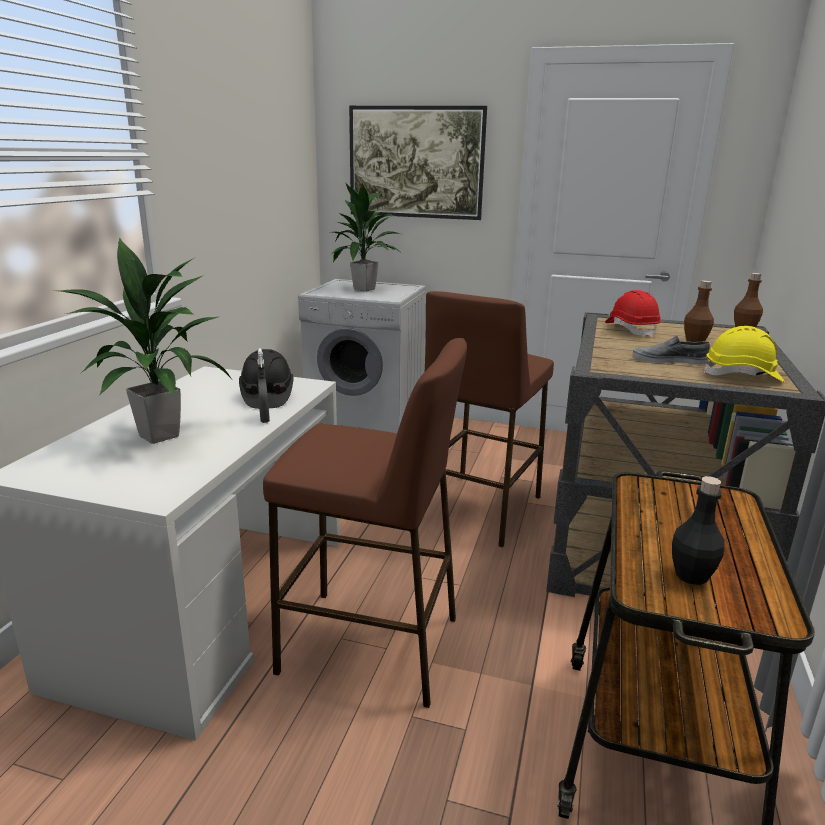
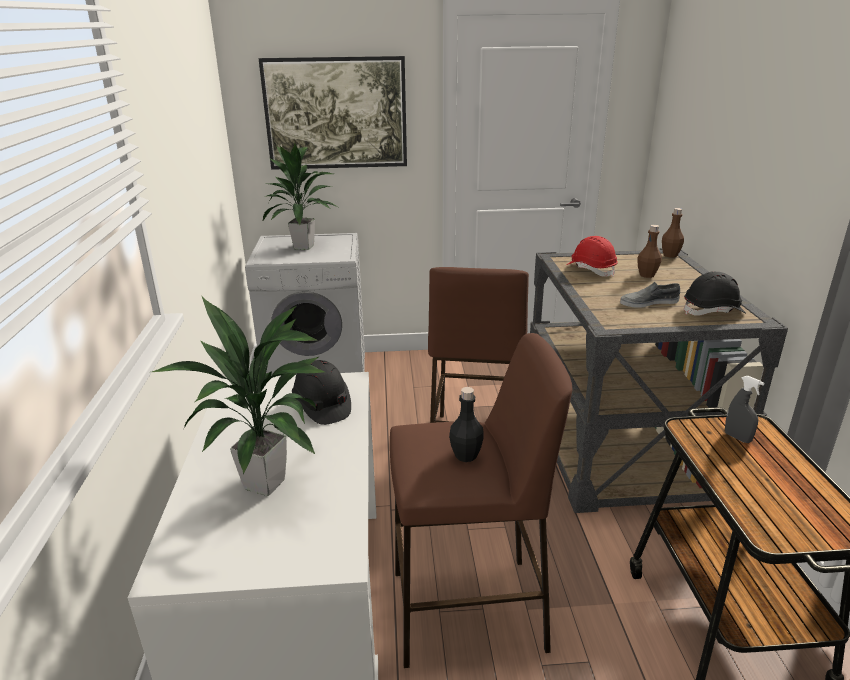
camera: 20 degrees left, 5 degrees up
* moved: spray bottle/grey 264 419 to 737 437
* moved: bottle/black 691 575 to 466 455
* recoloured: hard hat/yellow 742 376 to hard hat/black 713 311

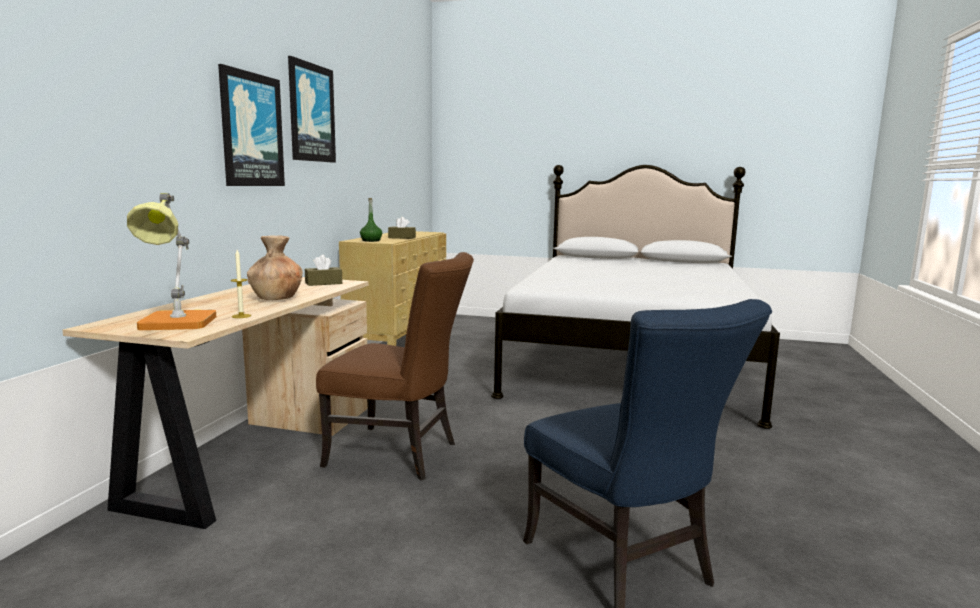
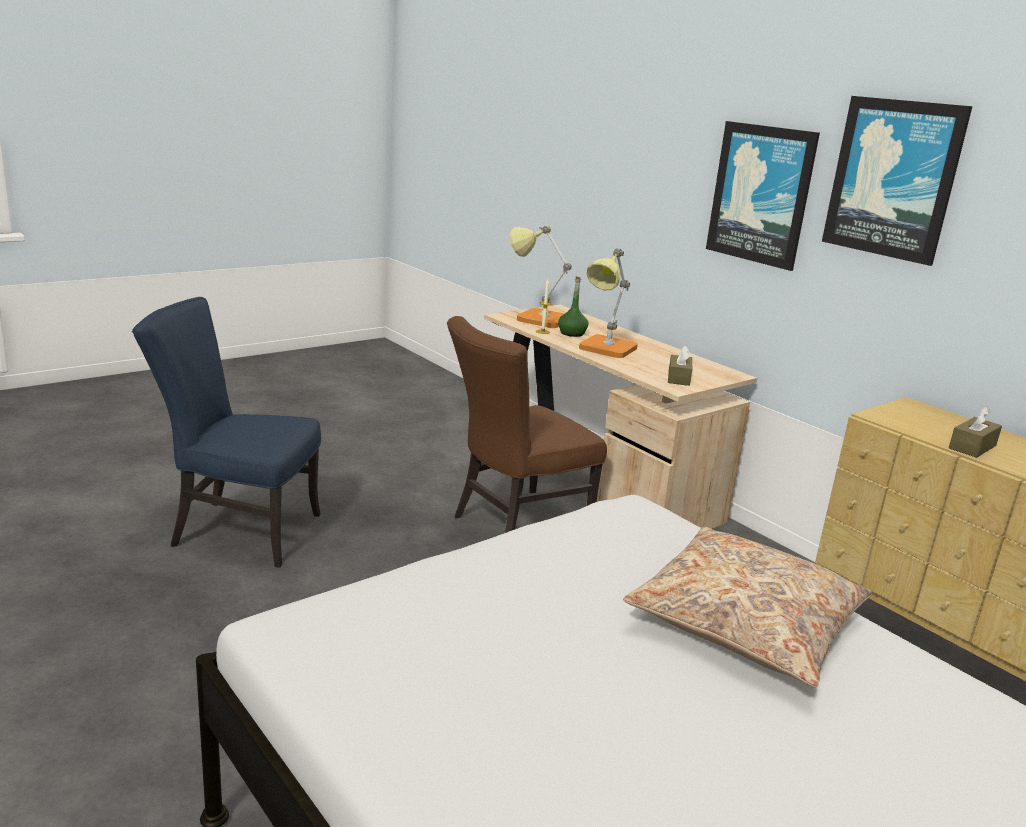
camera: 125 degrees right, 10 degrees up
* replaced: vase/brown 276 298 to table lamp 605 350
* moved: bottle/green 371 240 to 572 333
* added: pillow/beige 746 622

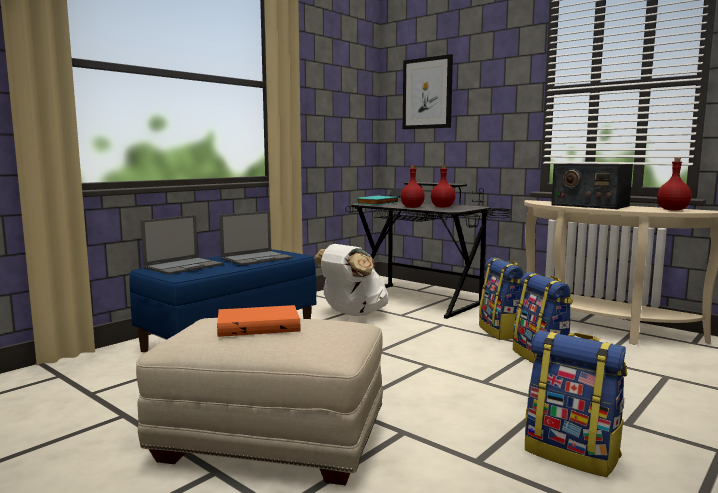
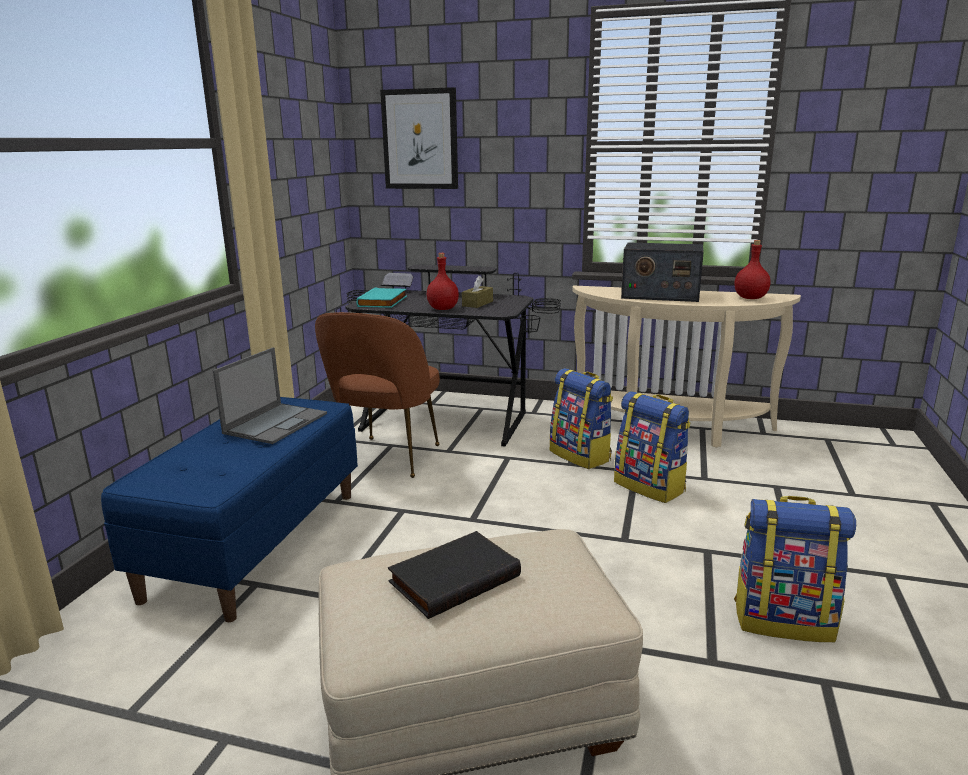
camera: 25 degrees left, 10 degrees up
* removed: laptop 184 266
* recoloured: book/orange 259 325 to book/black 453 577
* replaced: backpack/white 352 314 to chair/brown 386 461
* replaced: bottle/red 442 207 to tissue box/brown 477 303

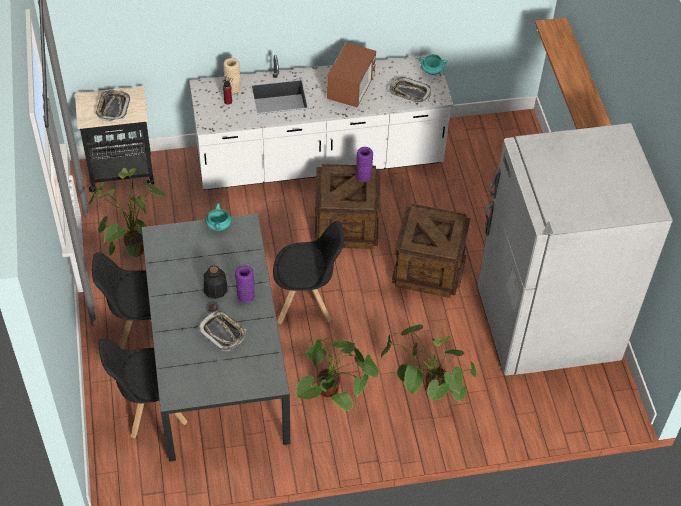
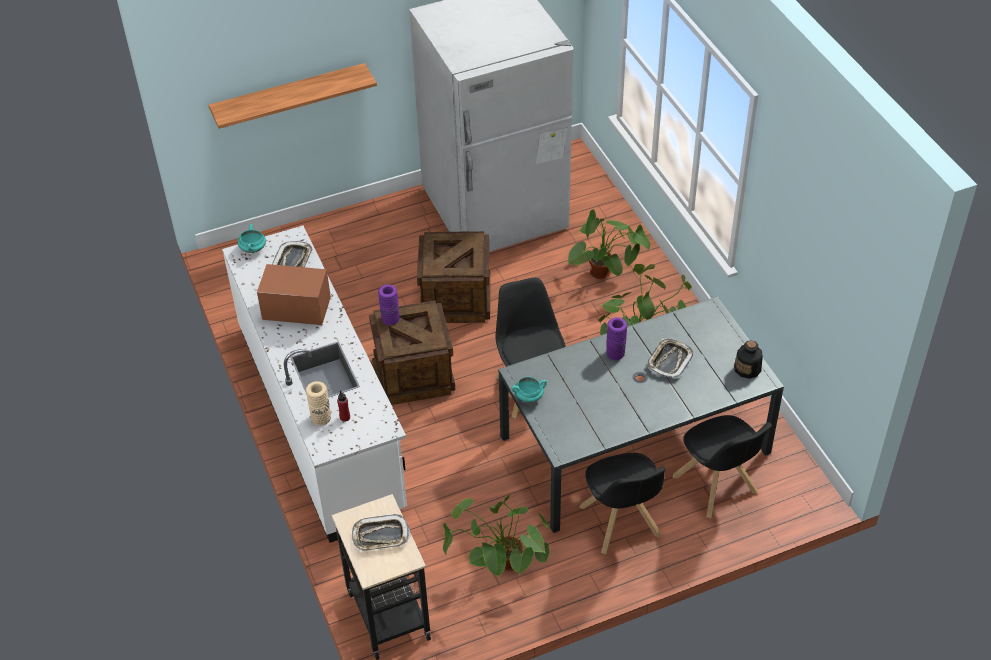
camera: 100 degrees left, 5 degrees down
* moved: bottle 215 289 to 747 369

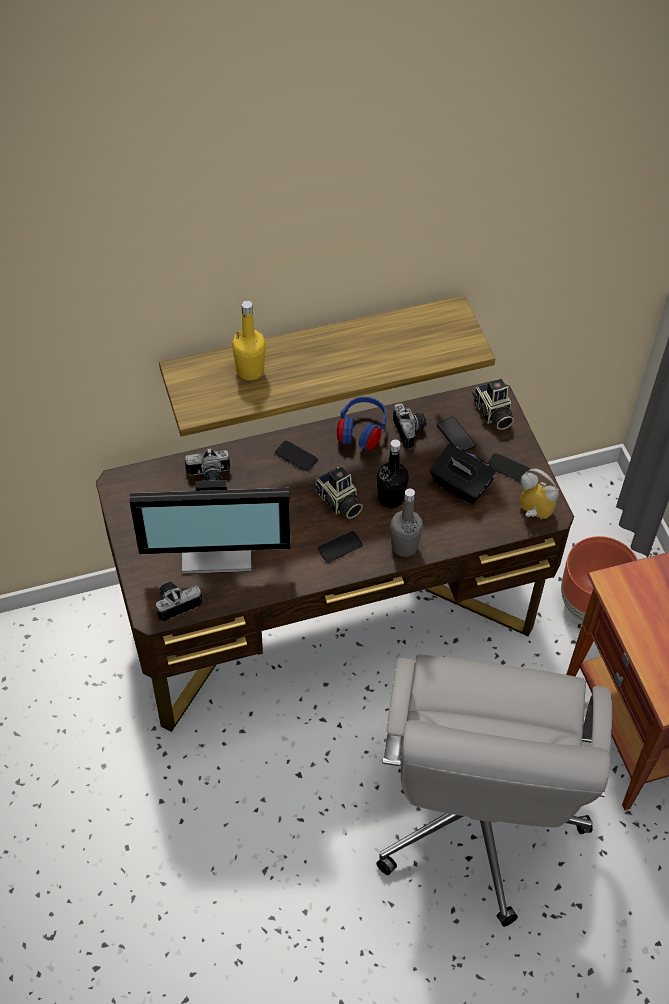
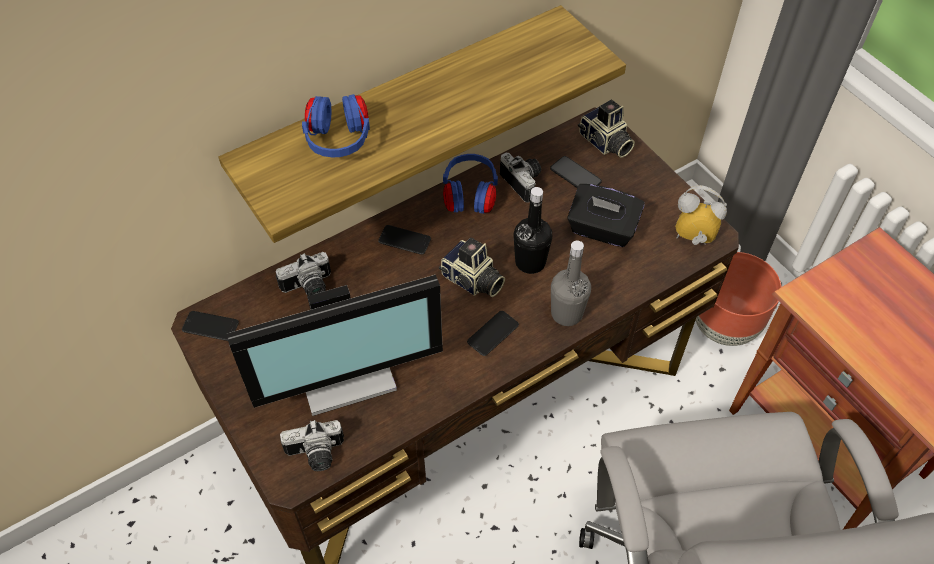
camera: 15 degrees left, 0 degrees up
* turned: photo camera 176 602 = 316 455 150 degrees counterclockwise
* replaced: bottle/yellow 250 370 to headphones/blue 339 141
* moved: phone 508 468 to 210 326

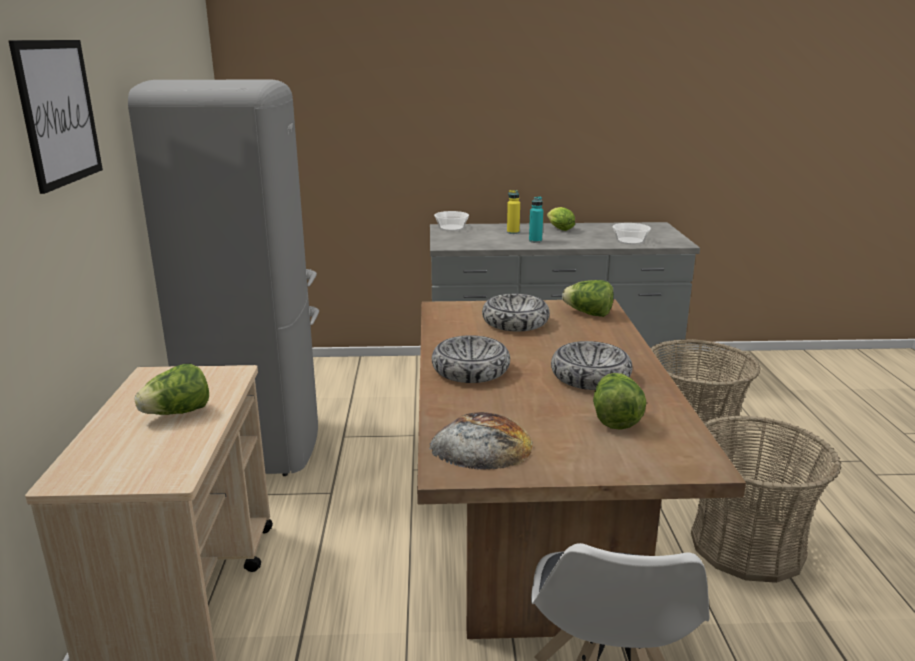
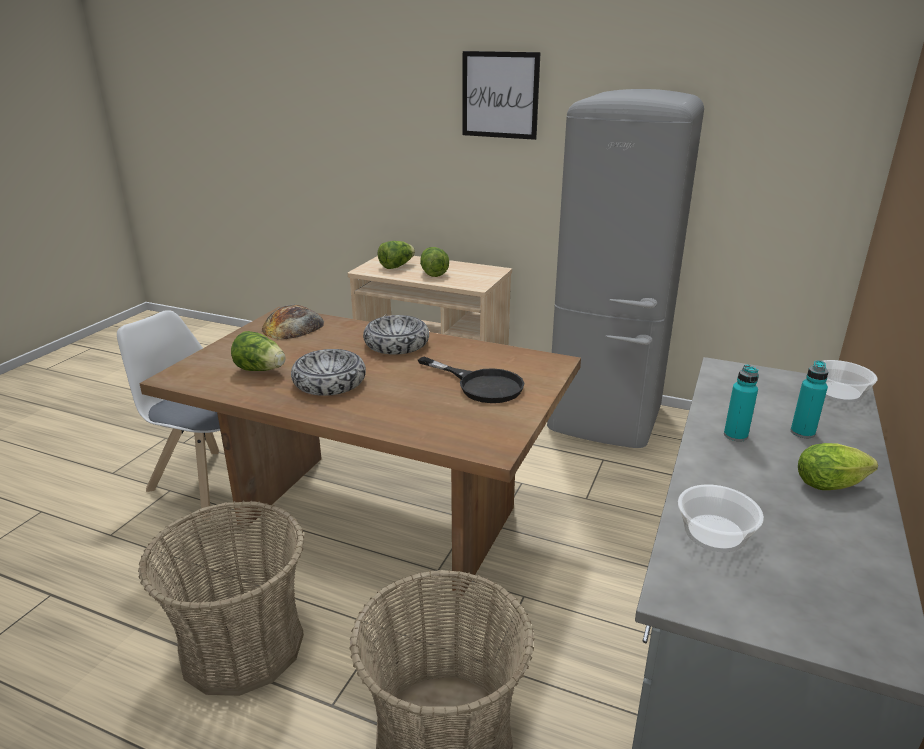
camera: 115 degrees right, 5 degrees up
* replaced: bowl 515 322 to frying pan/black 481 385
* recoloured: bottle/yellow 513 232 to bottle/turquoise 802 432
* moved: lettuce 588 314 to 396 266

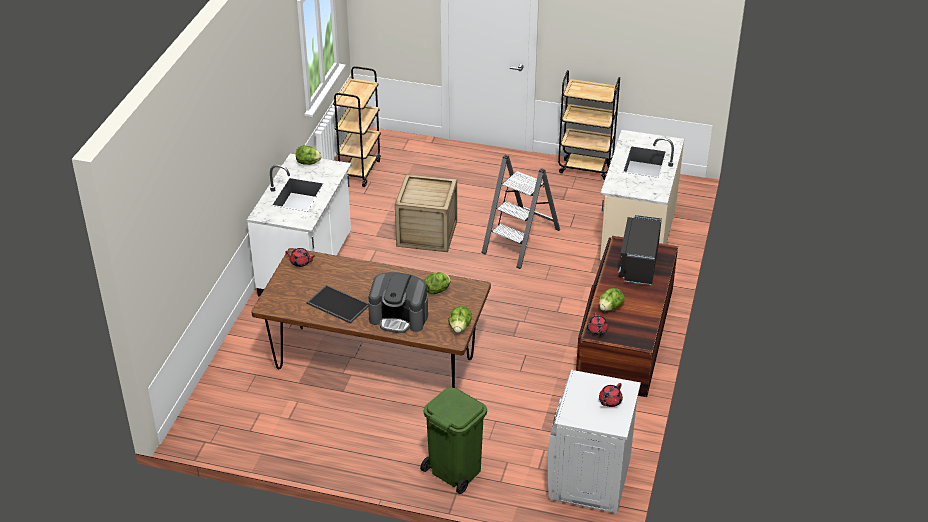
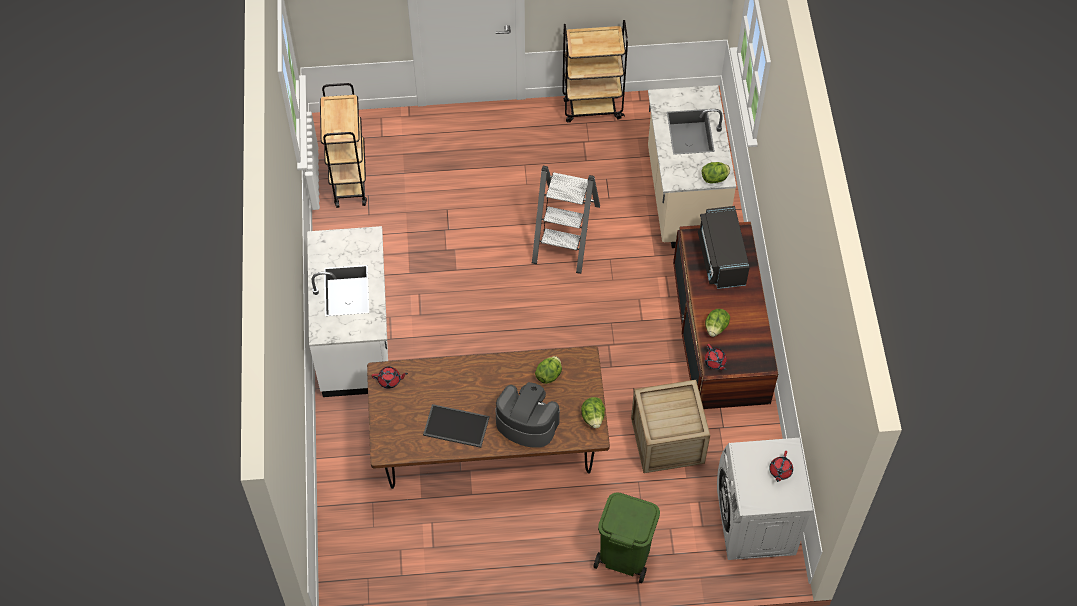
camera: 20 degrees left, 20 degrees up
* moved: lettuce 308 163 to 715 178
* turned: coffee machine 399 317 = 526 423 150 degrees counterclockwise
* moved: crate 427 233 to 667 440

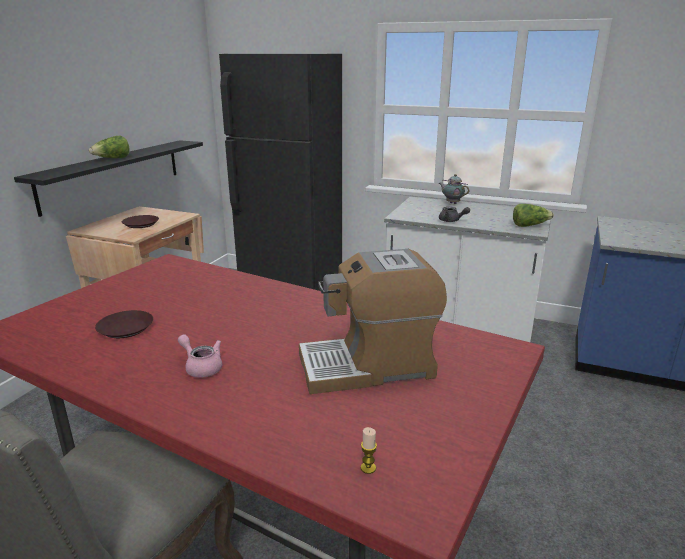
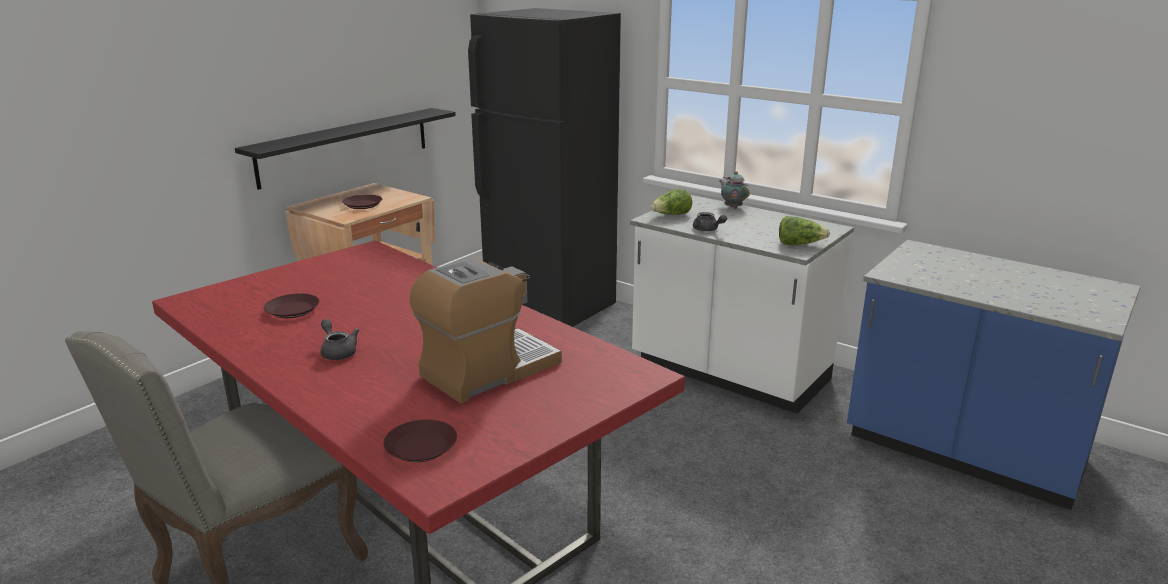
camera: 15 degrees right, 0 degrees up
* moved: lettuce 112 159 to 671 215
* recoloured: teapot/pink 201 367 to teapot/grey 338 352
* turned: coffee machine 368 366 = 488 370 135 degrees clockwise
* replaced: candle 368 468 to plate/brown 420 447

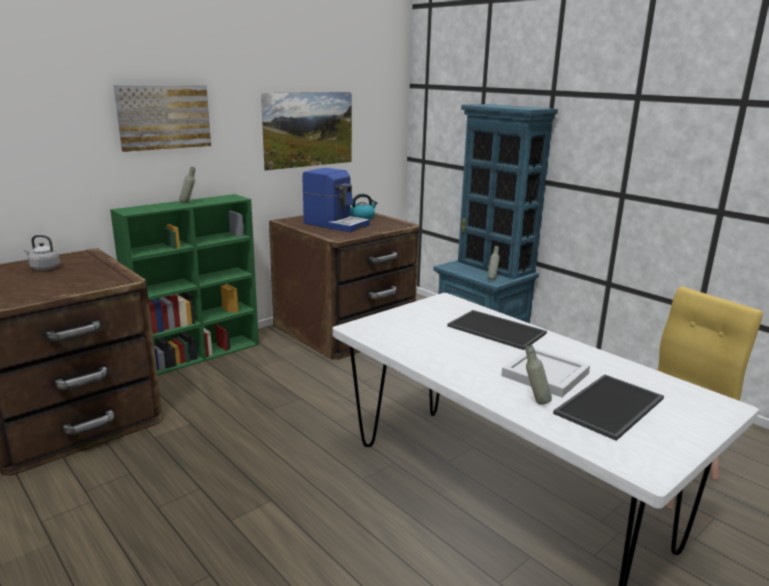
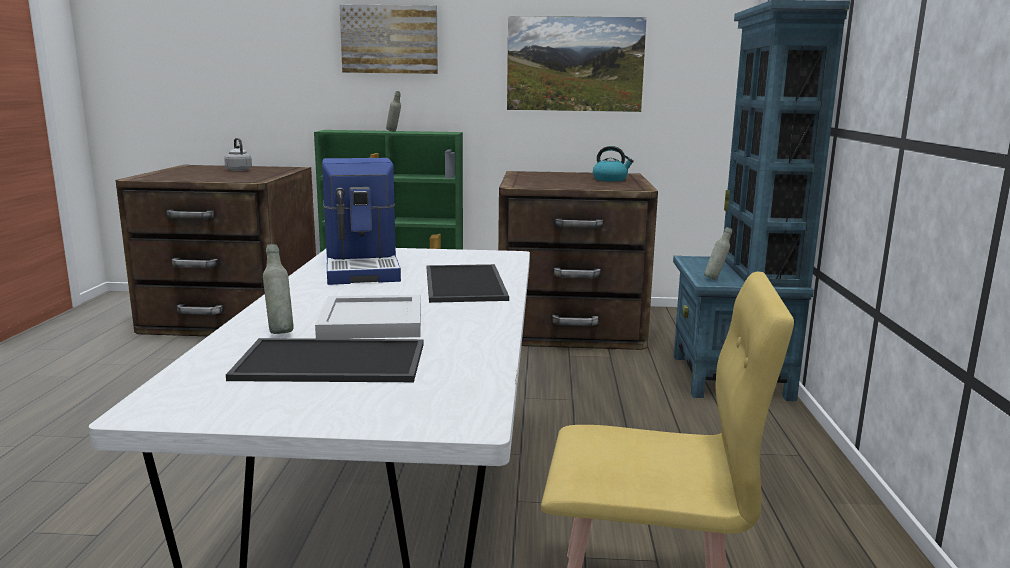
camera: 45 degrees right, 5 degrees down
* moved: coffee machine 336 224 to 363 268

